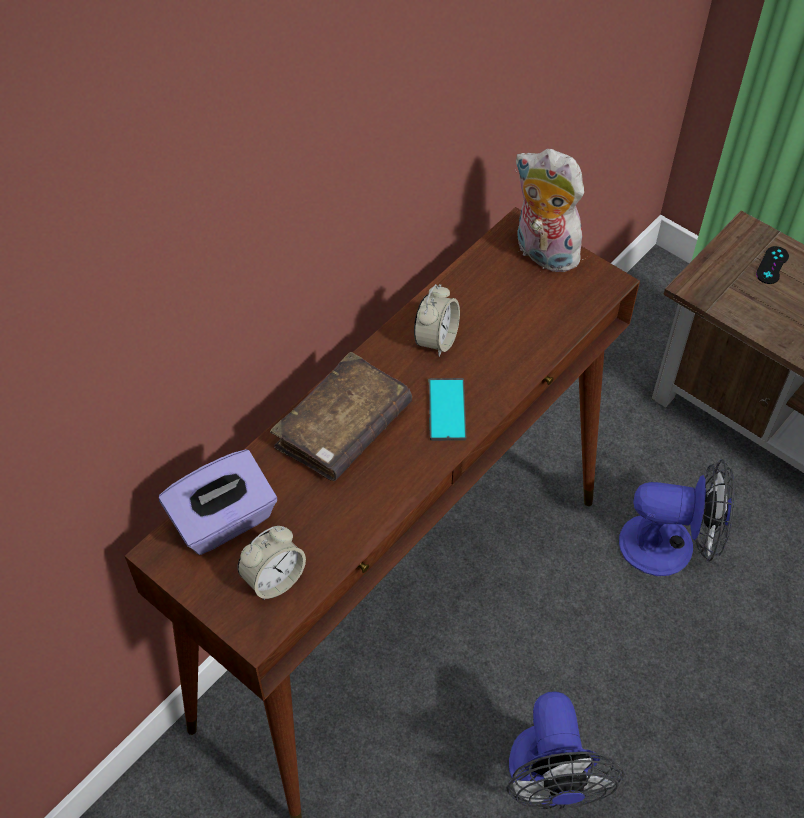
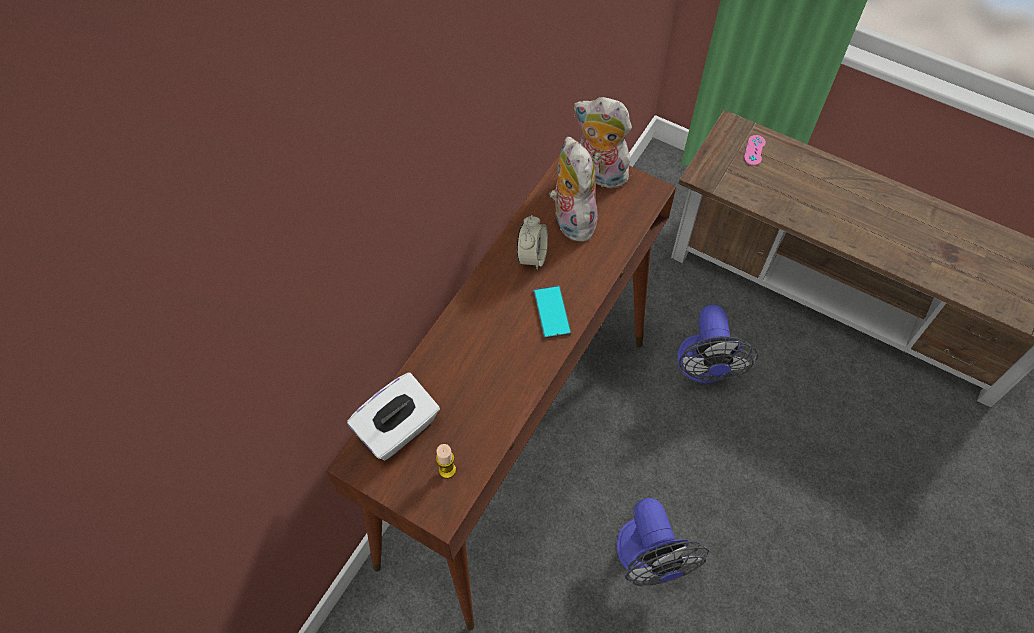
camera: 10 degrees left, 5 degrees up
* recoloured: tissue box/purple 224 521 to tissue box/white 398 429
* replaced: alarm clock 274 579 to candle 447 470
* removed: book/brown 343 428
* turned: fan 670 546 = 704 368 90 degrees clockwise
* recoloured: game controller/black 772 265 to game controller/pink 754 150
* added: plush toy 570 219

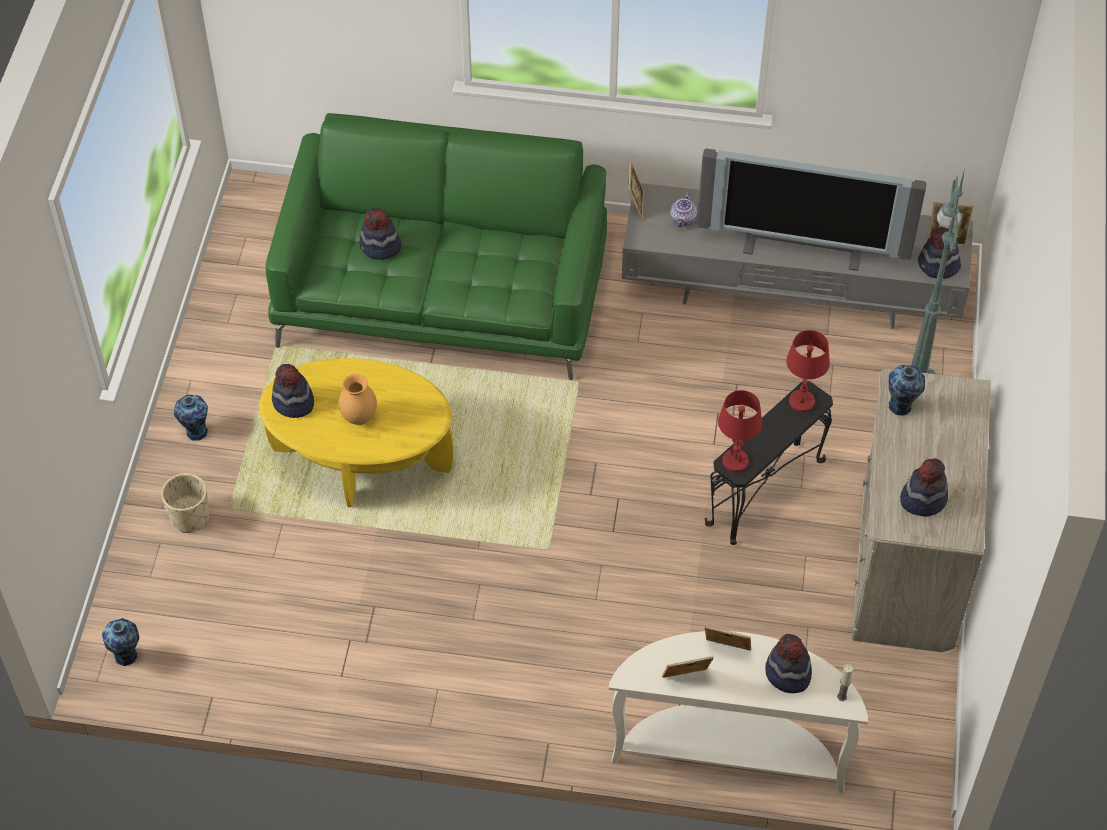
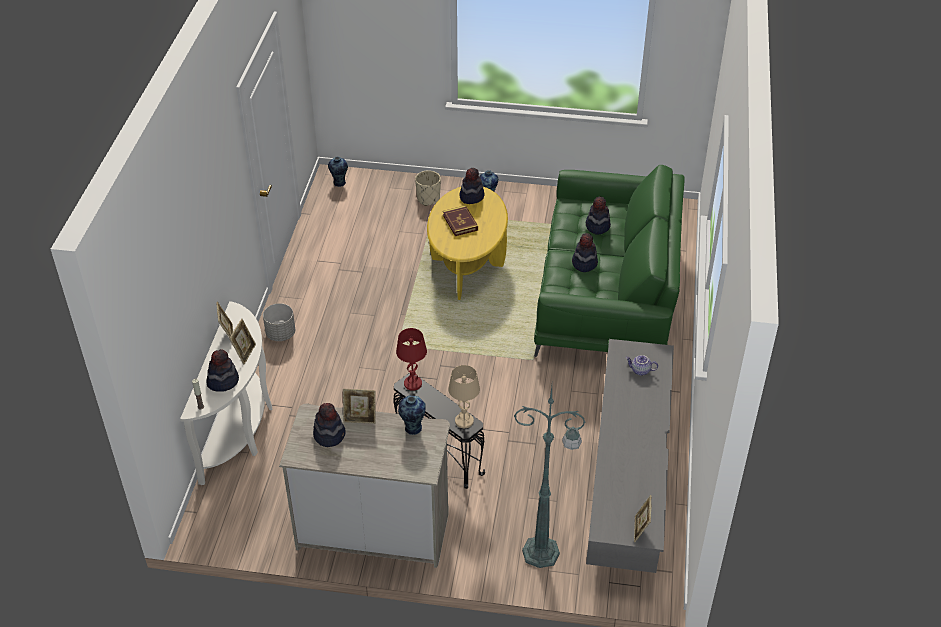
camera: 90 degrees right, 10 degrees down
* replaced: vase/brown 360 417 to book 460 223
* moved: picture frame 635 204 to 360 418
* removed: television 804 245
* recoloured: table lamp/red 802 402 to table lamp/beige 464 421
* moved: hat 938 266 to 584 263
* added: planter/grey 280 334

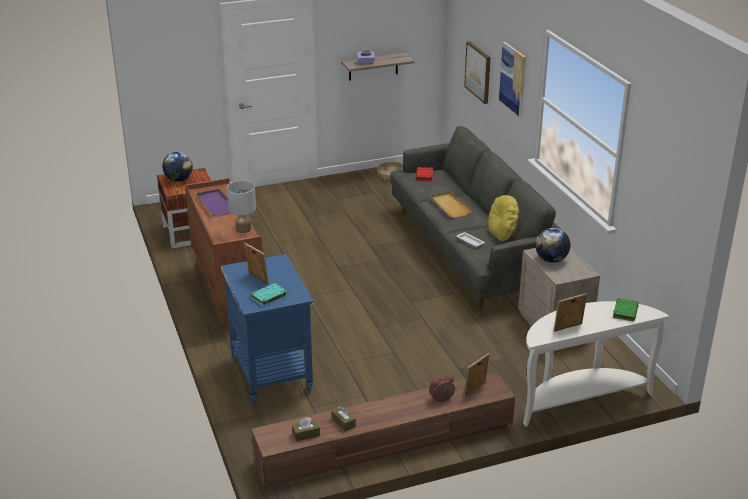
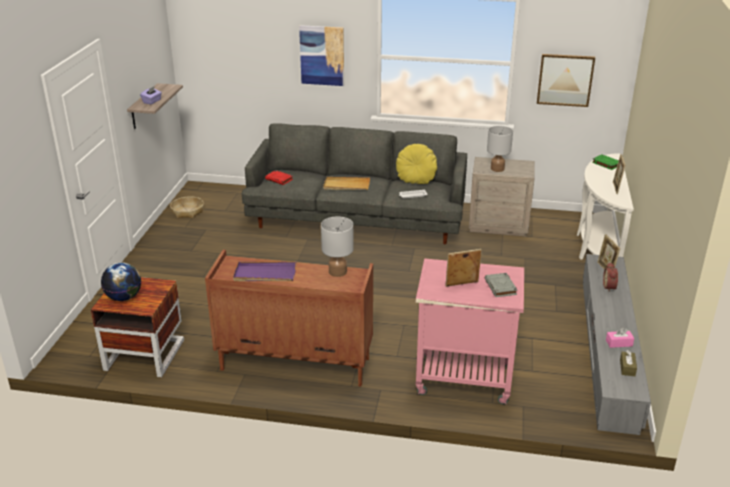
camera: 60 degrees left, 0 degrees up
* recoloured: cart/blue 271 374 to cart/pink 462 379
* recoloured: book/turquoise 268 297 to book/grey 500 287
* recoloured: tv stand/brown 385 445 to tv stand/grey 609 349
* recoloured: tissue box/brown 343 422 to tissue box/pink 619 343
* moved: picture 478 72 to 565 80
* replaced: globe 551 260 to table lamp/grey 497 169

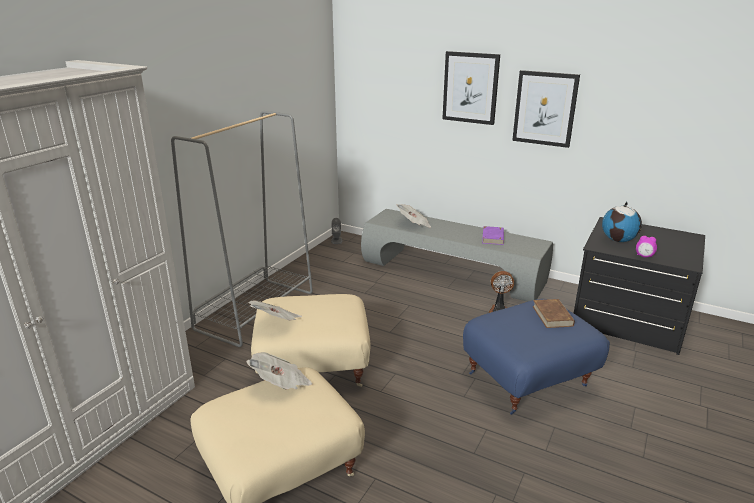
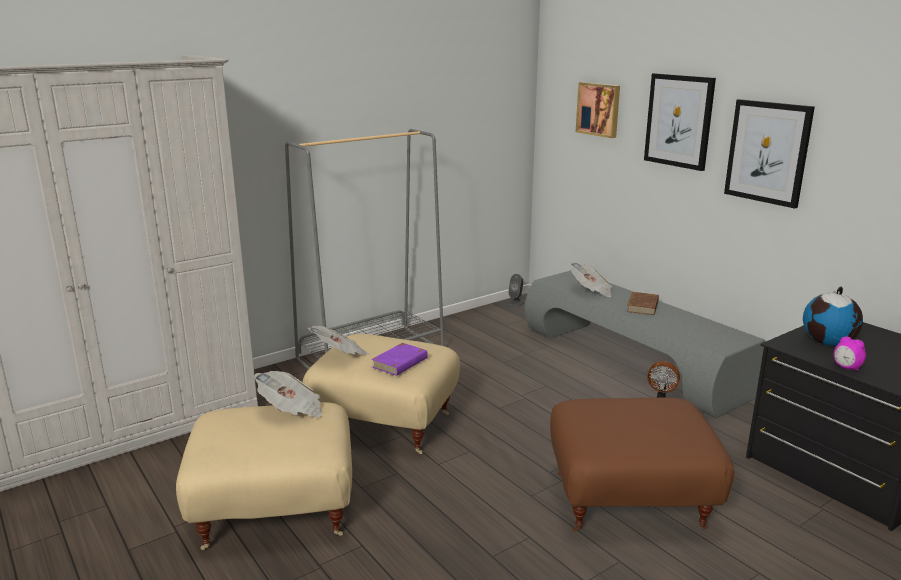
camera: 25 degrees right, 5 degrees down
* recoloured: ottoman/blue 528 381 to ottoman/brown 629 502
* moved: book/purple 493 237 to 400 363
* moved: book/brown 552 316 to 643 306
* added: picture 599 109

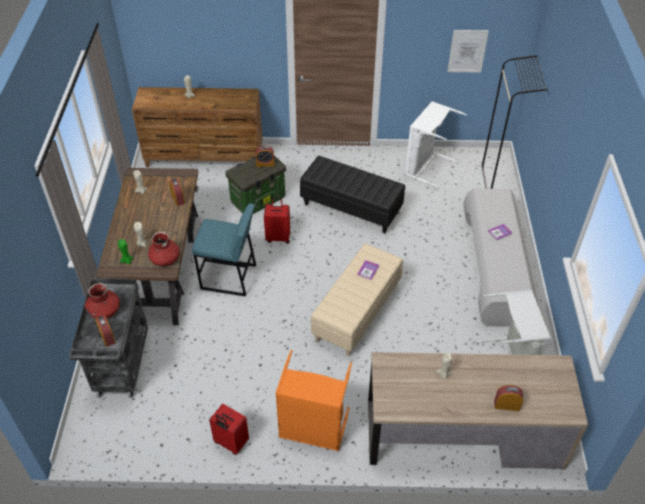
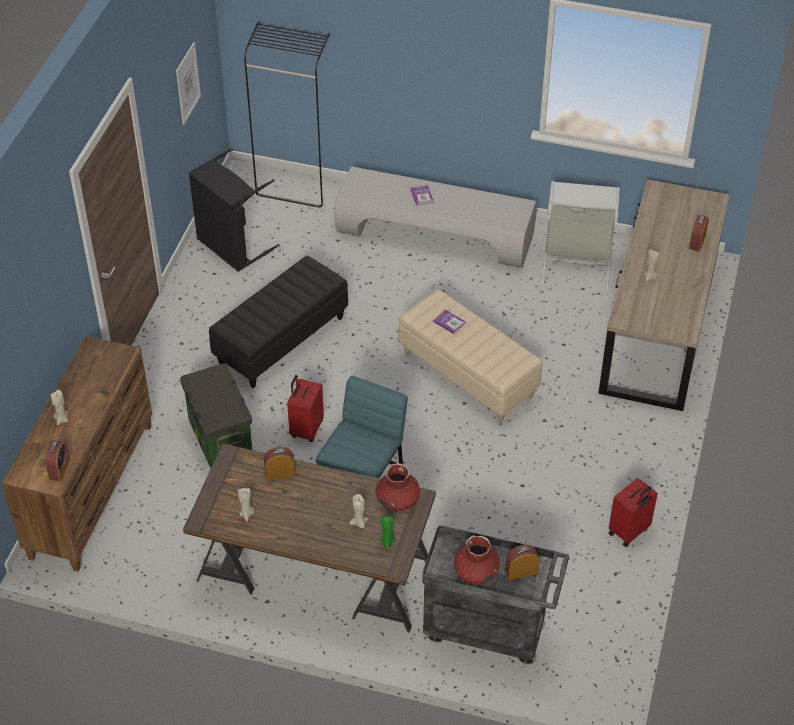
camera: 75 degrees left, 0 degrees up
* moved: alarm clock 265 164 to 59 468
* removed: laundry basket/orange 312 430
* recoloured: laundry basket/white 426 166 to laundry basket/black 231 247

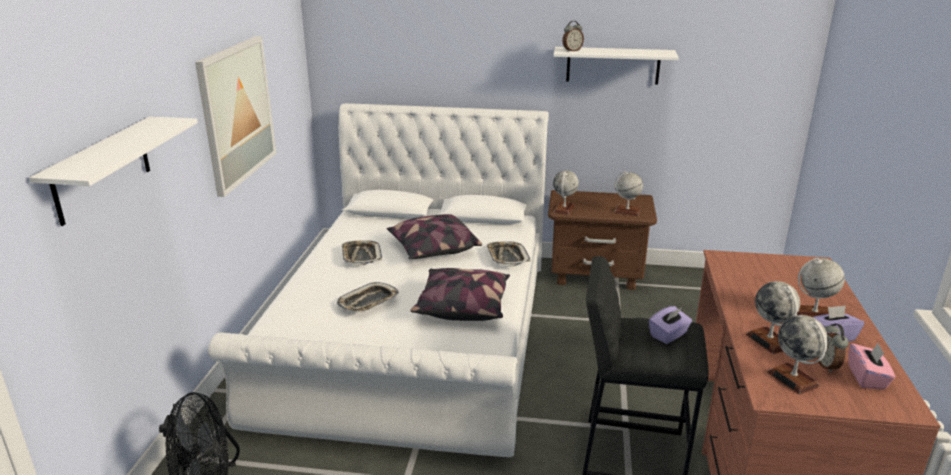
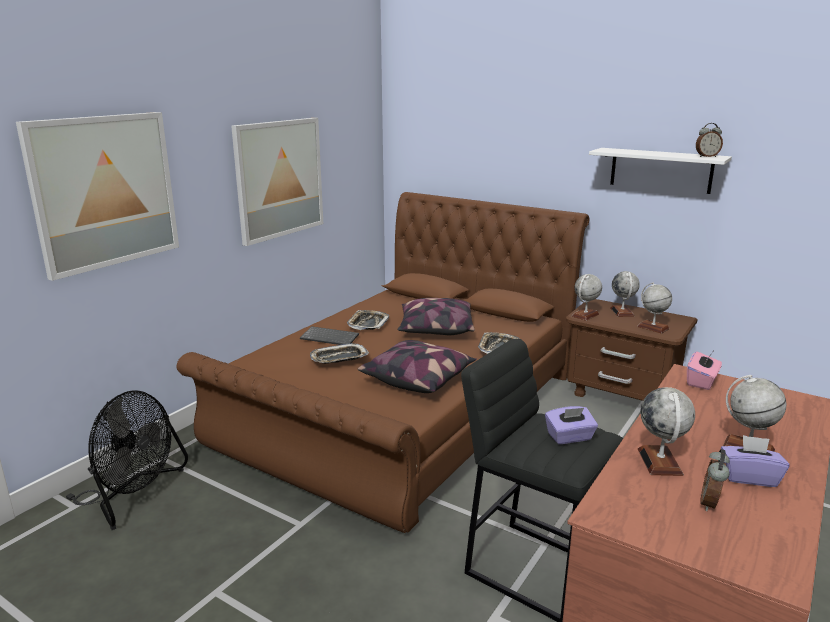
camera: 25 degrees right, 5 degrees down
* replaced: shelf/white 102 169 to picture 105 191
* recoloured: bed/white 414 333 to bed/brown 404 406
* moved: alarm clock 572 51 to 706 156
* moved: globe 793 379 to 622 312
* moved: tissue box/pink 867 378 to 702 382
* added: keyboard 330 337

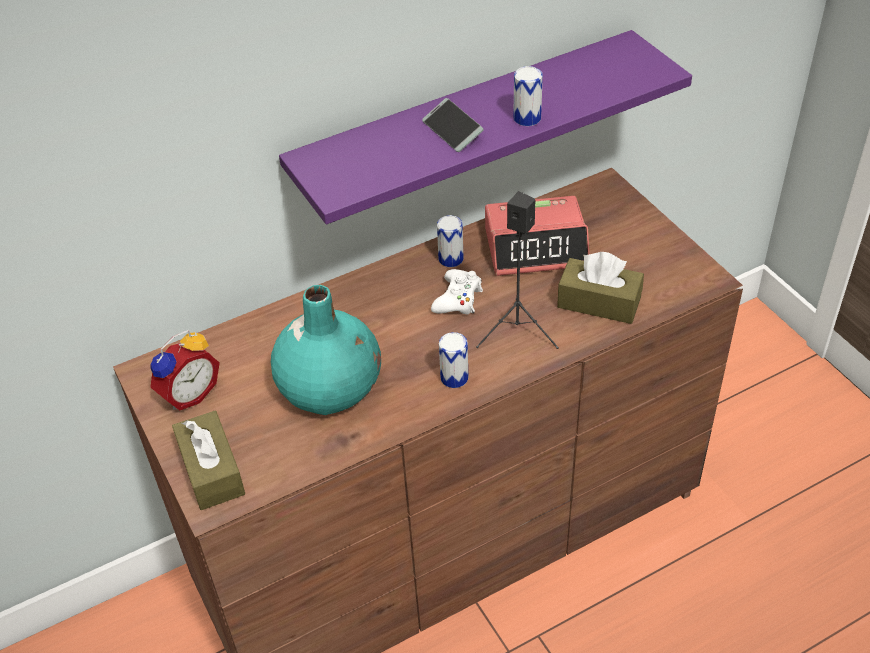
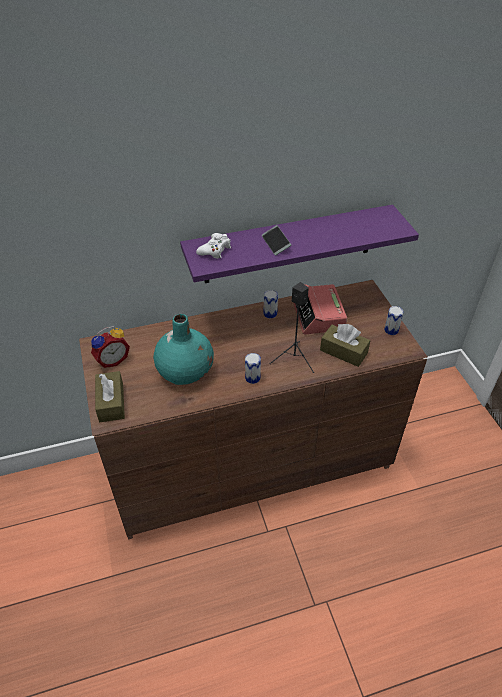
camera: 10 degrees right, 0 degrees up
* moved: game controller/white 458 299 to 215 250
* turned: alarm clock 536 247 = 318 315 75 degrees clockwise
* moved: can 527 118 to 391 330

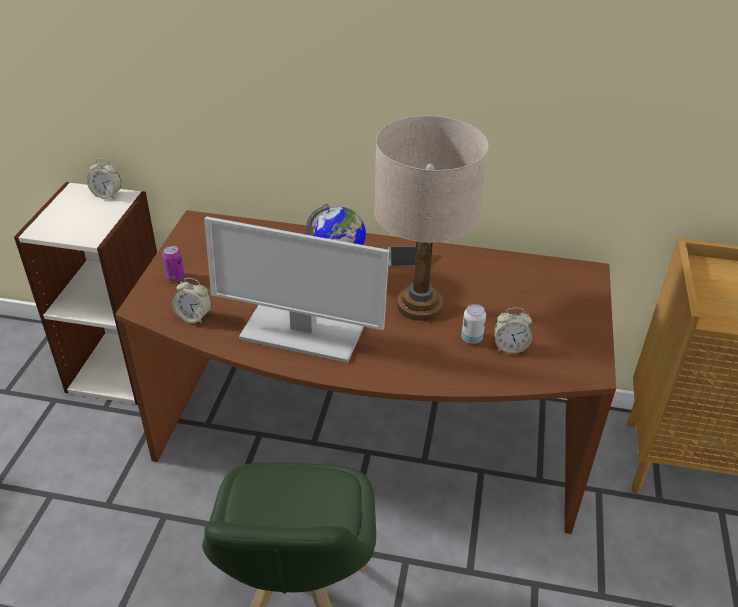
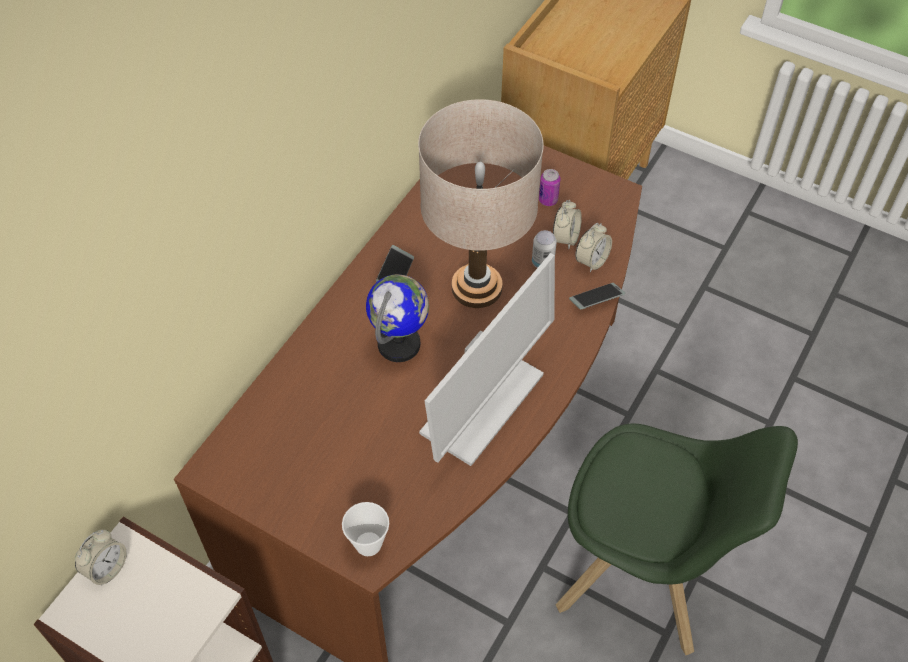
camera: 70 degrees left, 15 degrees up
* moved: can 175 277 to 548 200
* moved: alarm clock 194 317 to 591 261
* added: cup 368 544
* added: phone 596 299

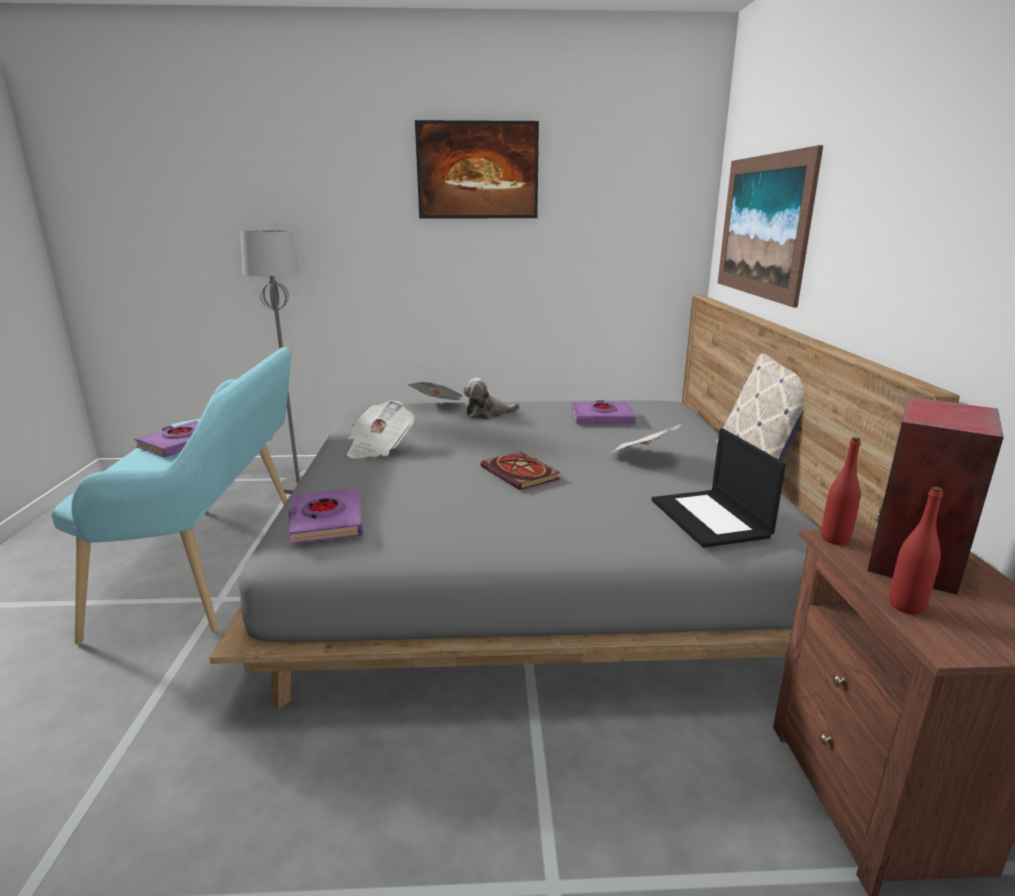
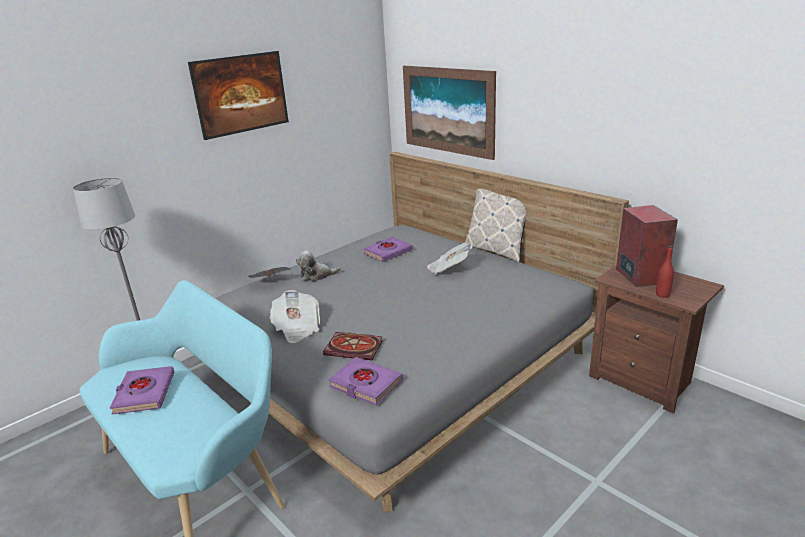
camera: 40 degrees left, 5 degrees up
* turned: plush toy 487 414 = 316 276 45 degrees clockwise
* moved: book 522 474 to 355 348
* removed: laptop 711 518
* removed: bottle/red 835 539

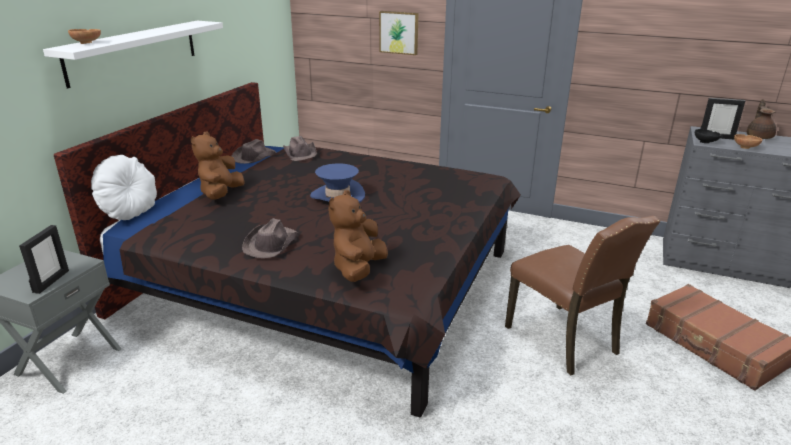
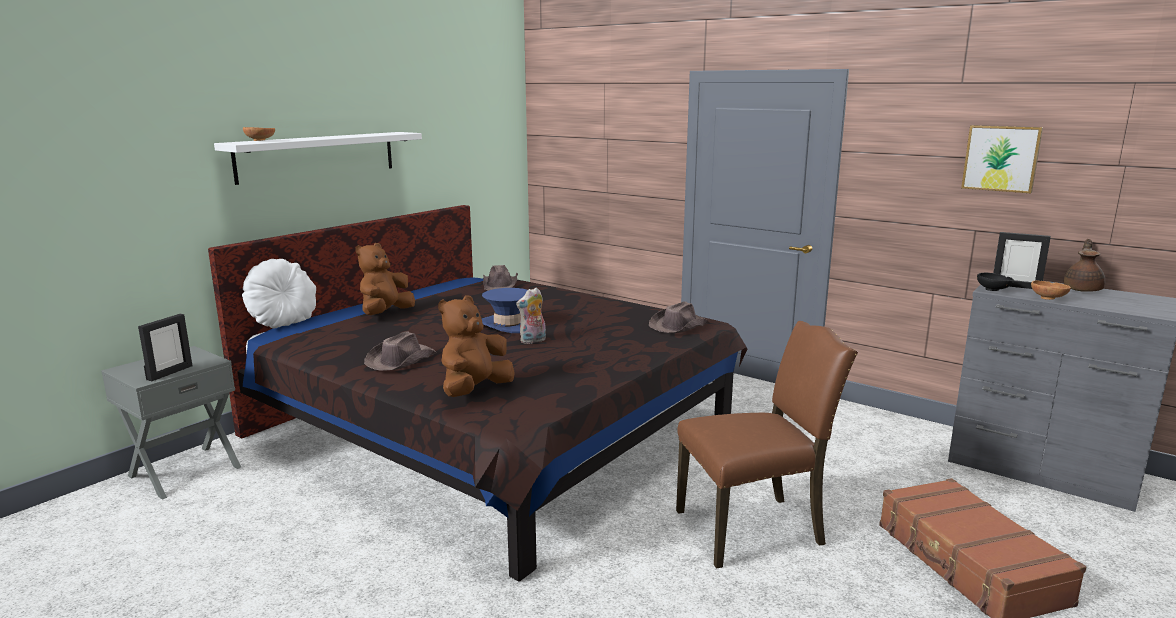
camera: 15 degrees right, 10 degrees down
* moved: hat/brown 253 157 to 678 325
* moved: picture 399 32 to 1001 158
* turned: chair/brown 564 340 = 753 528 90 degrees counterclockwise
* added: plush toy 533 341

